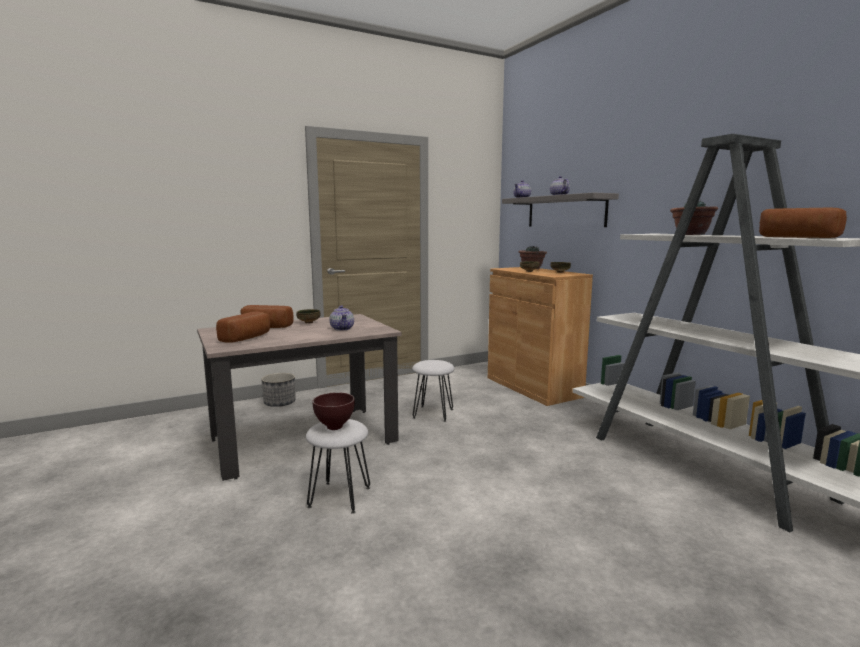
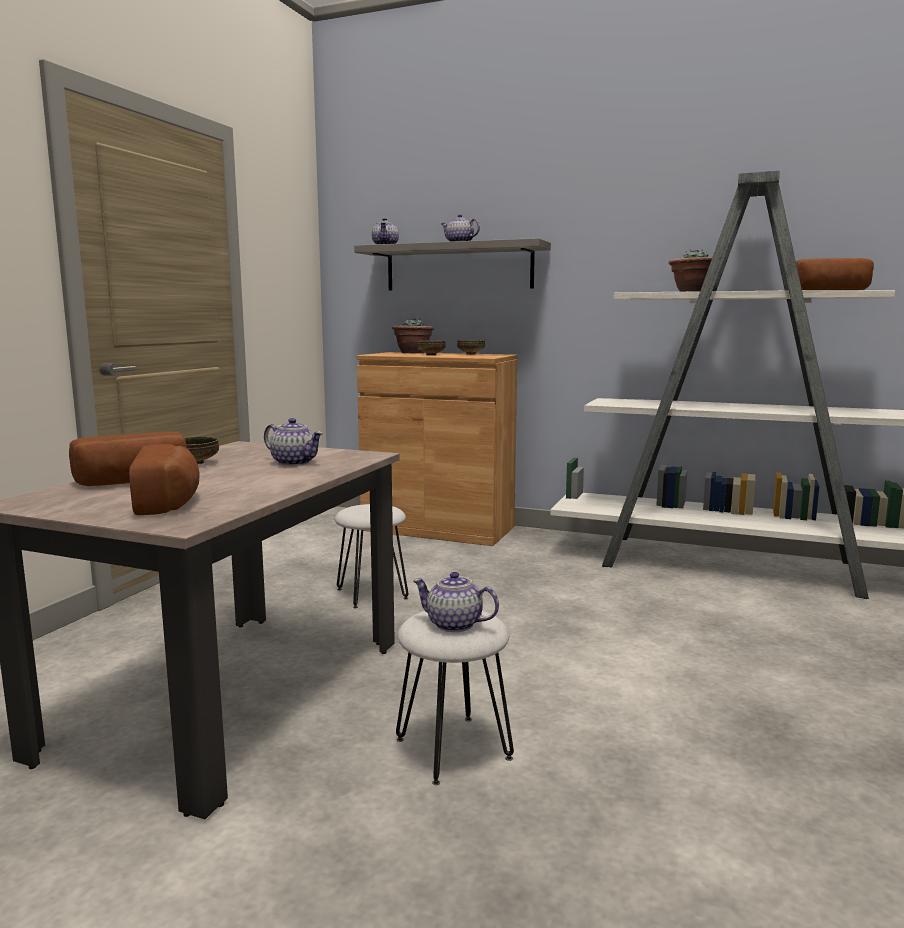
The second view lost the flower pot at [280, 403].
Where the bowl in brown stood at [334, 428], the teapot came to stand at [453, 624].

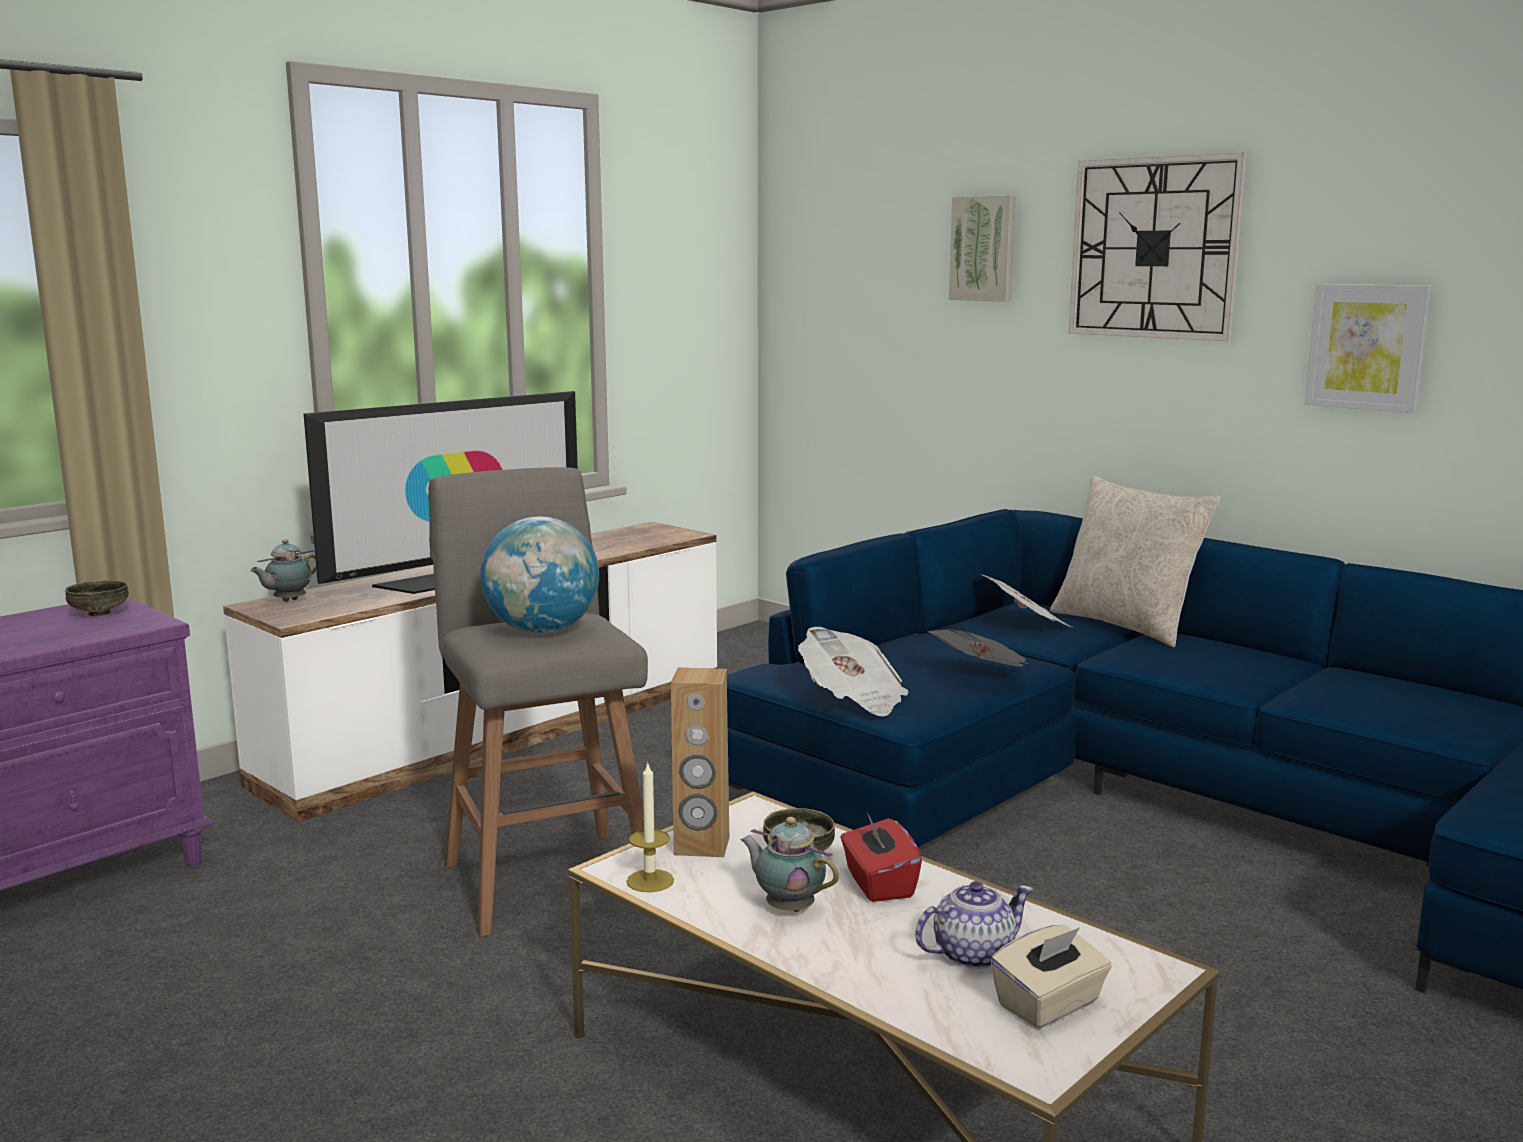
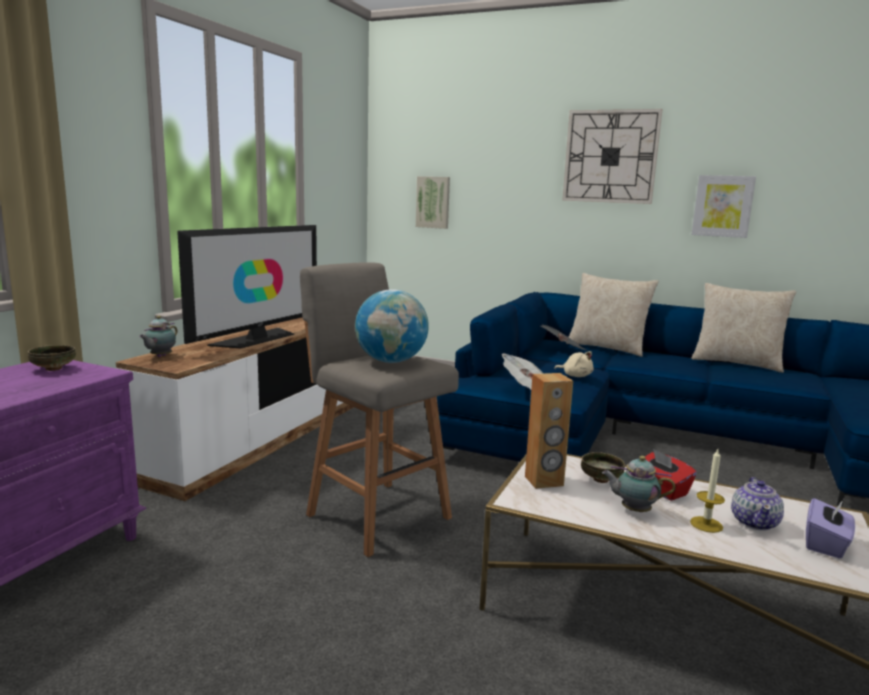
The candle ended up elsewhere, having gone from [650, 881] to [706, 524].
The teapot at [971, 954] ended up facing another way, 150 degrees clockwise from before.
Where the printed paper stood at [981, 675], the soft toy in beige came to stand at [575, 376].
The picture ended up elsewhere, having gone from [984, 248] to [433, 202].
What was the tissue holder in beige at [1049, 1005] turned into the tissue holder in purplish at [826, 544].
The second view gained the pillow in beige at [736, 363].

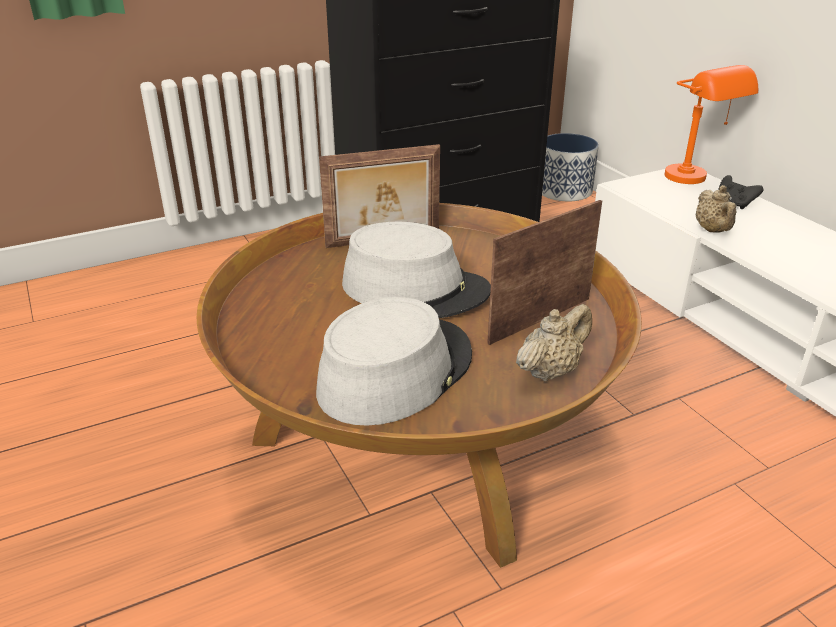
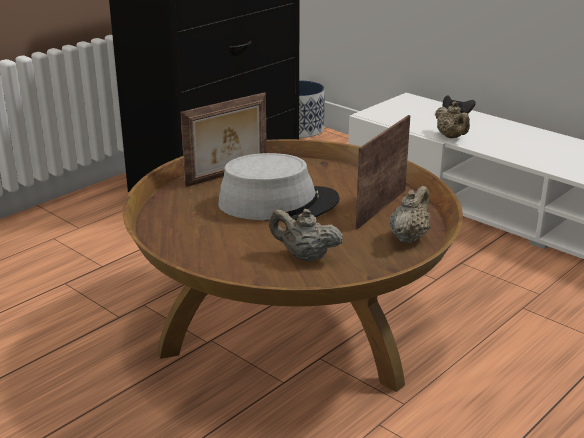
Where the clothing hat in grey stood at [395, 372], the teapot in beige came to stand at [305, 256].
The second view lost the lamp for a table in orangey at [696, 181].

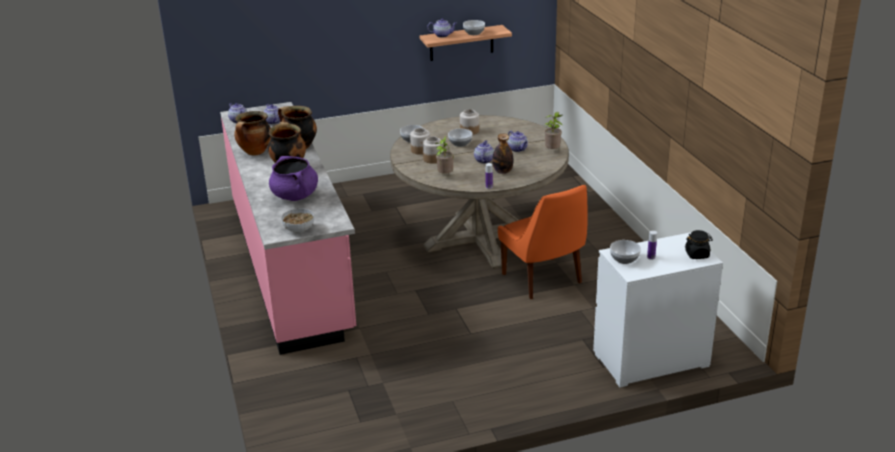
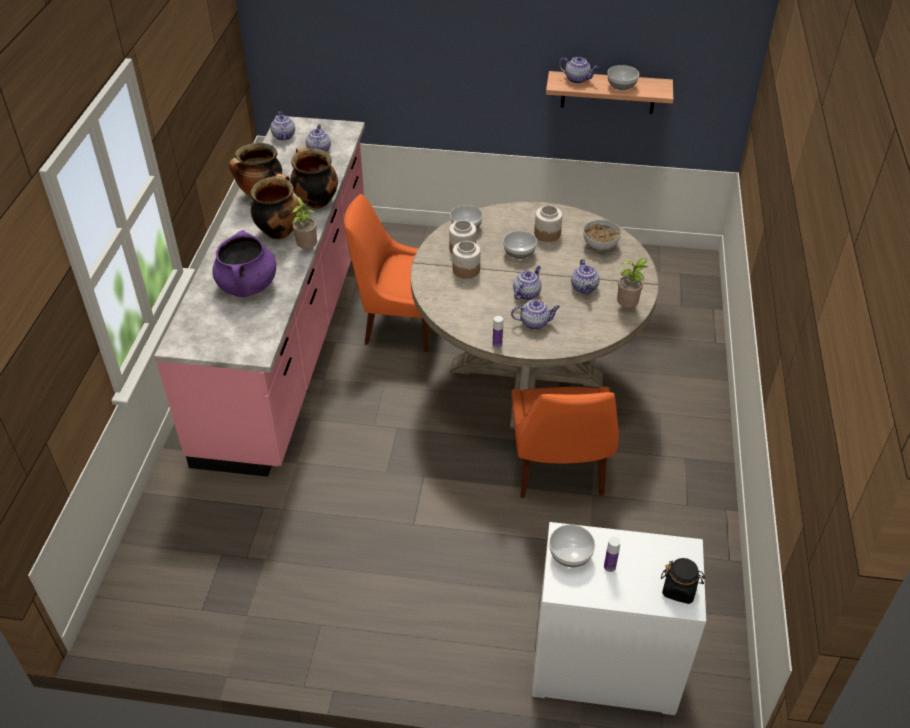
The bowl ended up elsewhere, having gone from [299, 229] to [601, 245].
The potted plant ended up elsewhere, having gone from [444, 175] to [307, 248].
Where the bottle stood at [502, 171], the teapot came to stand at [535, 323].
The second view gained the chair in orangey at [399, 323].

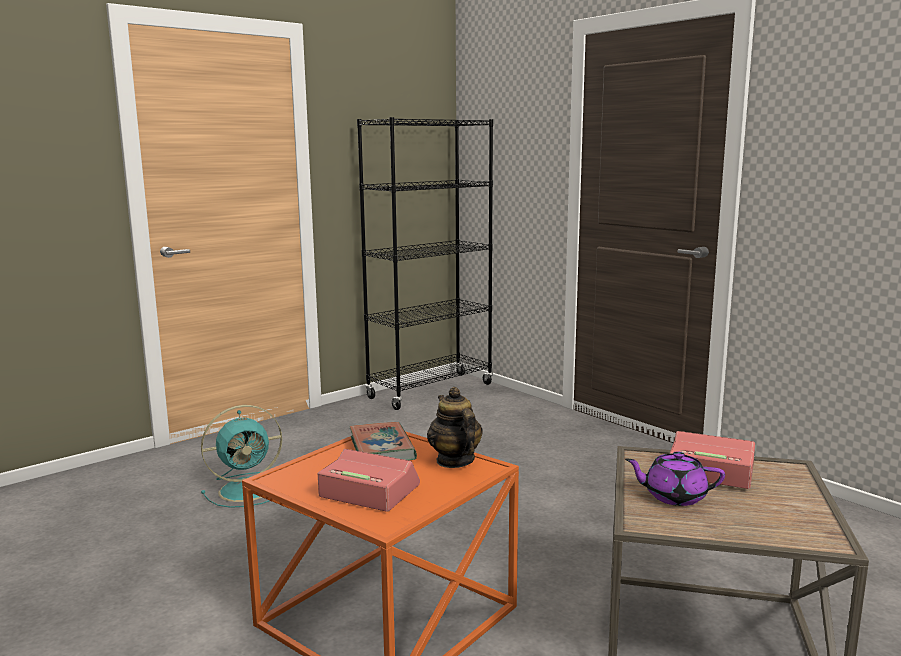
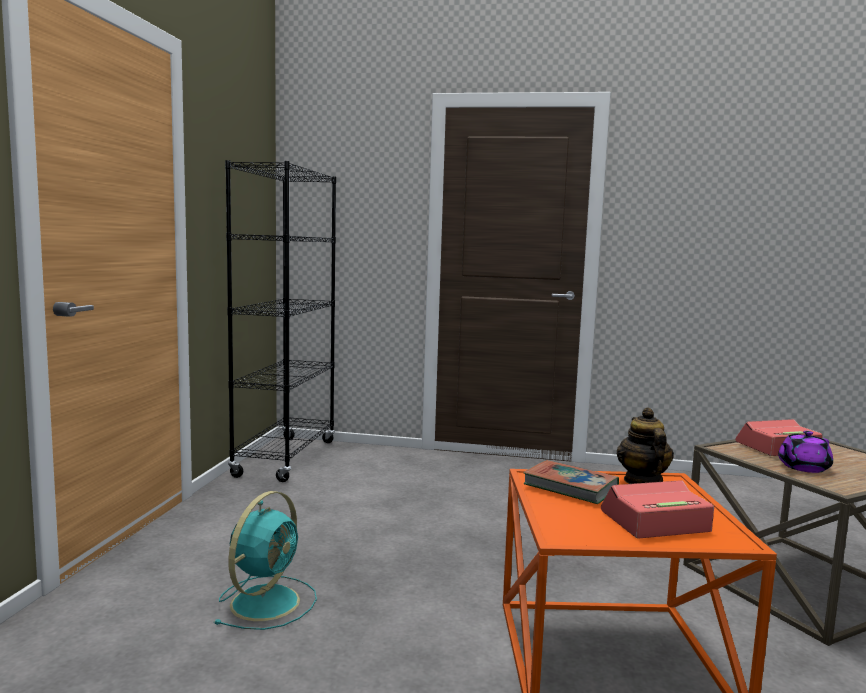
The teapot at [454, 461] ended up facing another way, 60 degrees clockwise from before.

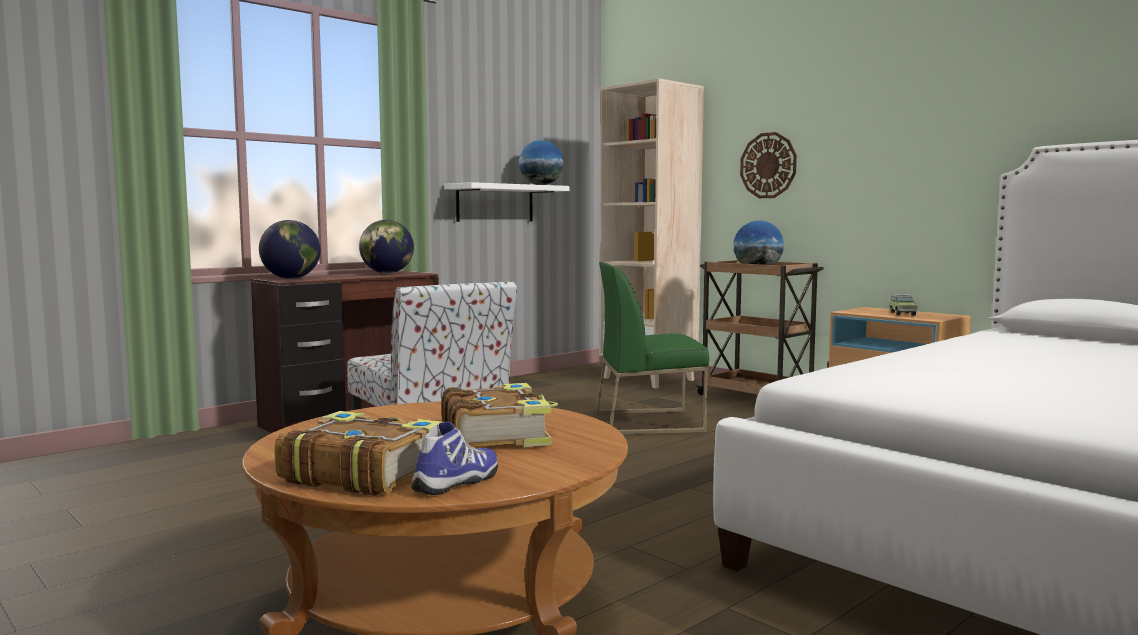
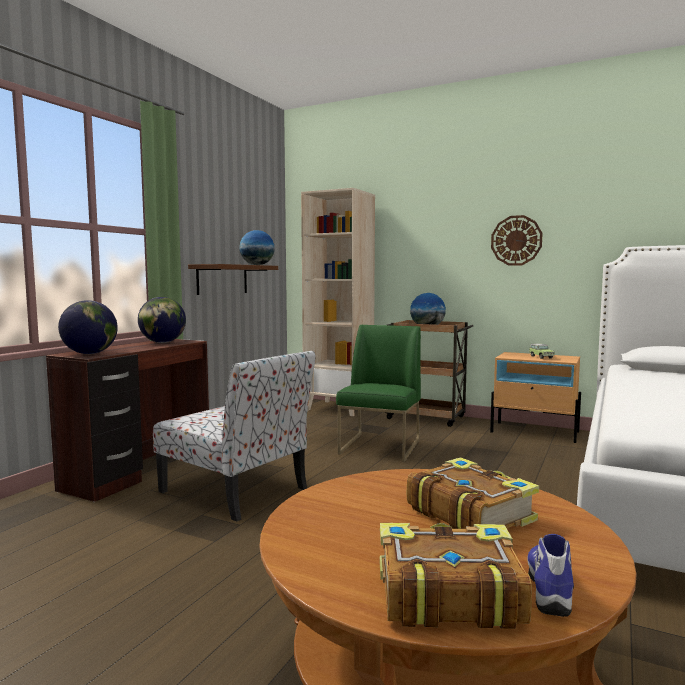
What was the wall shelf in whitish at [495, 203] turned into the wall shelf in brown at [222, 279].
The chair in greenish at [649, 422] ended up facing another way, 135 degrees clockwise from before.
The hanging clock ended up elsewhere, having gone from [768, 165] to [516, 240].

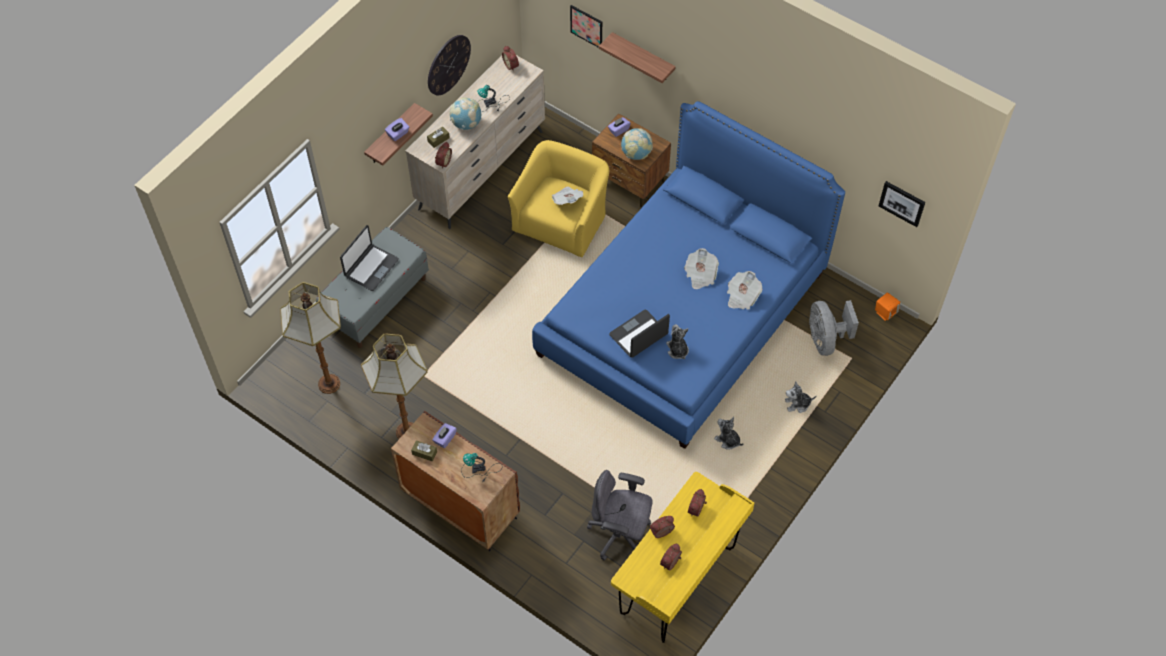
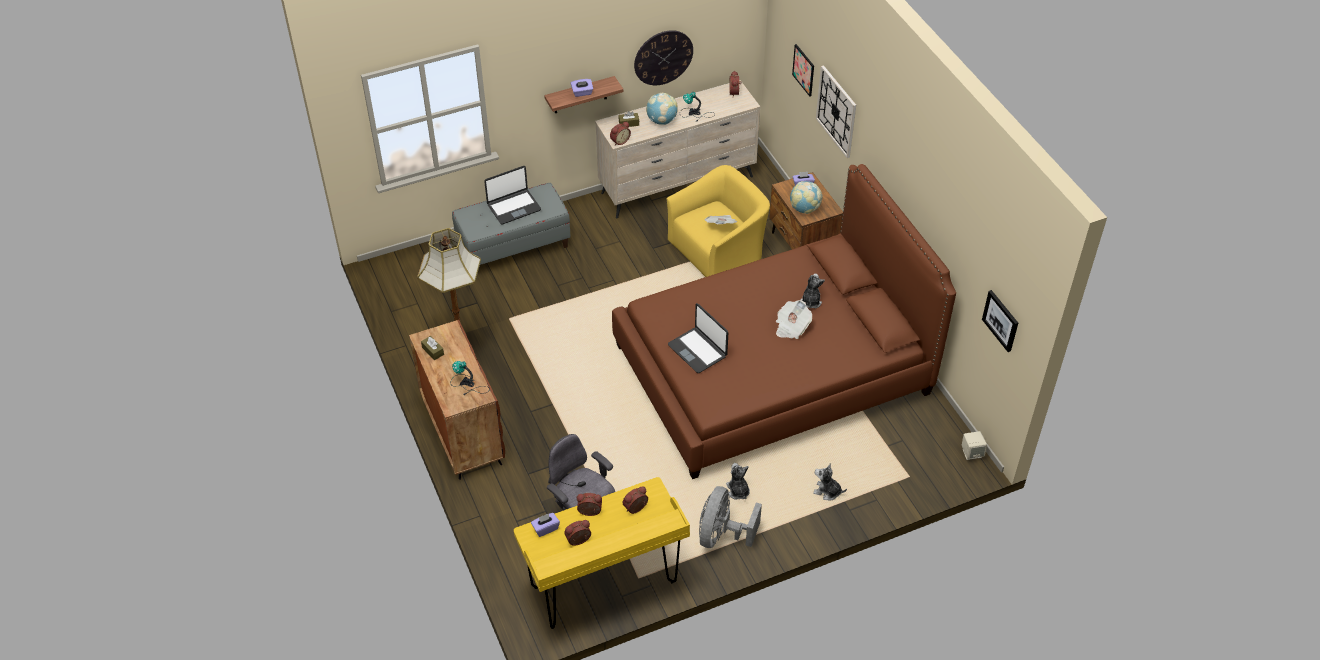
The second view lost the floor lamp at [328, 384].
The tissue holder in purplish ended up elsewhere, having gone from [445, 439] to [545, 528].
What was the bedroom bed in blue-coloured at [681, 313] turned into the bedroom bed in brown at [772, 368].
Where the wall shelf hung at [643, 57], the hanging clock came to hang at [836, 111].
The portable computer at [639, 335] ended up facing another way, 120 degrees counterclockwise from before.
The soft toy ended up elsewhere, having gone from [677, 350] to [810, 301].
The second view lost the printed paper at [742, 296].
The cooling fan in grey ended up elsewhere, having gone from [825, 339] to [722, 535].
What was the speaker in orangey at [885, 312] turned into the speaker in beige at [971, 453].

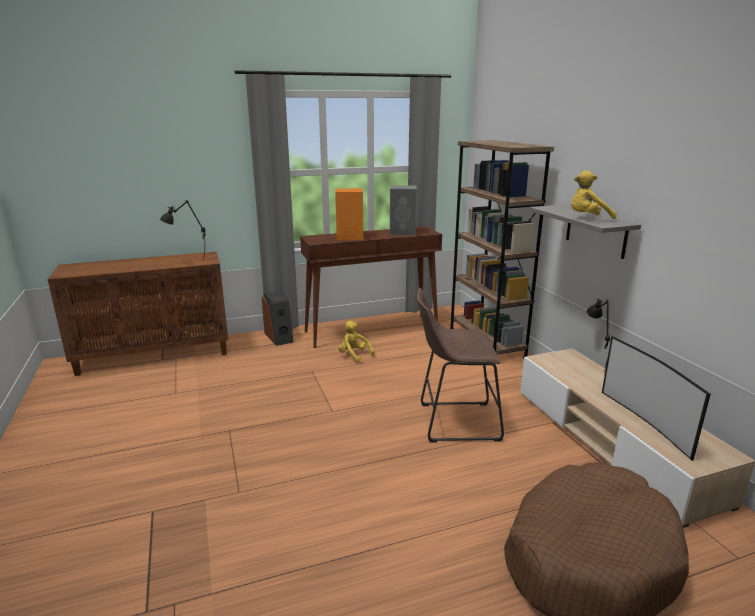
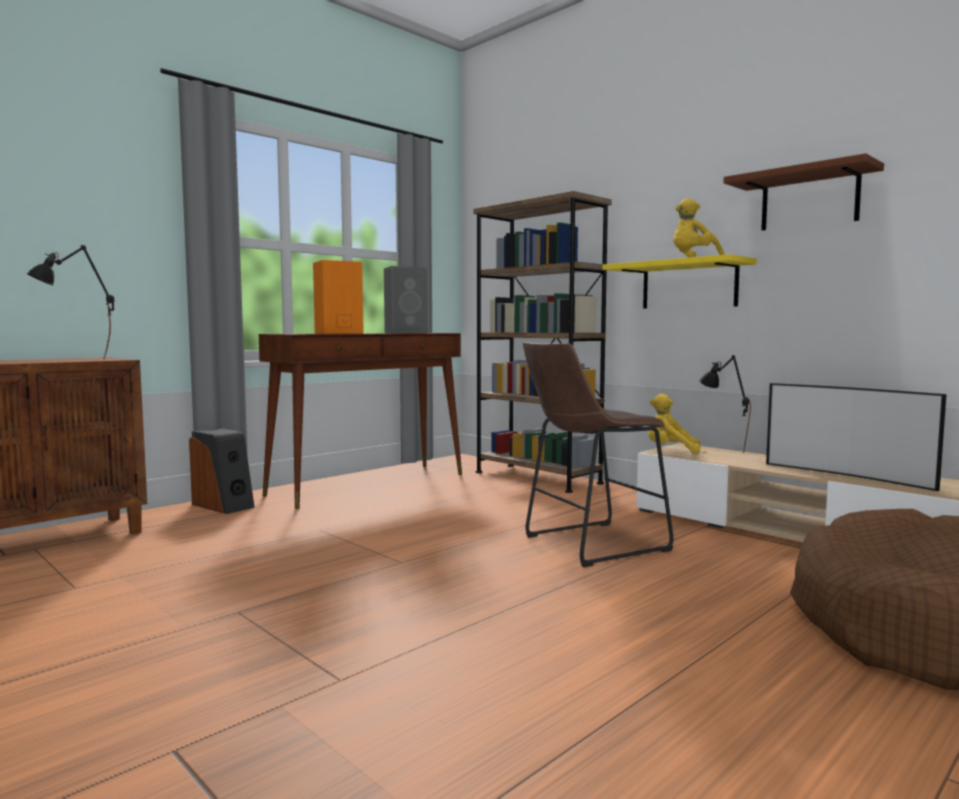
The soft toy in yellow-coloured ended up elsewhere, having gone from [354, 355] to [670, 451].
What was the wall shelf in grey at [596, 231] turned into the wall shelf in yellow-coloured at [689, 285].
The second view gained the wall shelf in brown at [809, 200].

